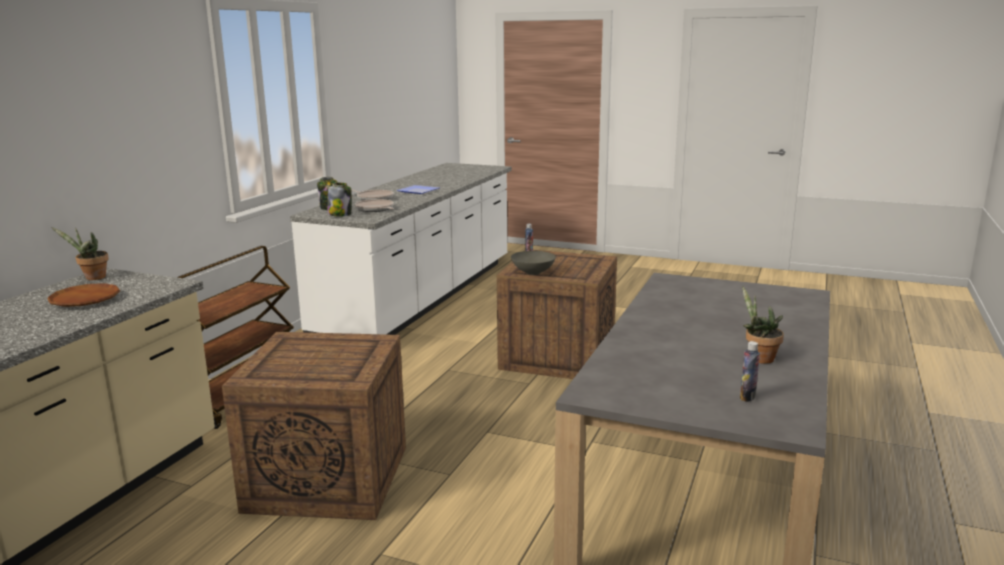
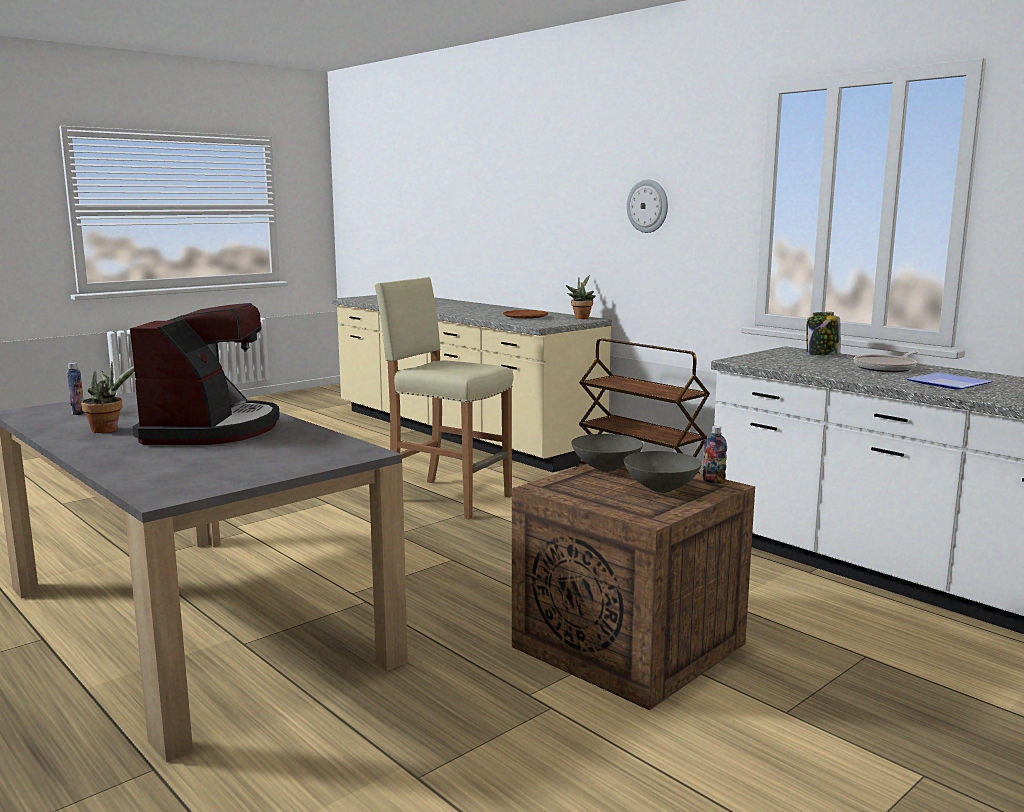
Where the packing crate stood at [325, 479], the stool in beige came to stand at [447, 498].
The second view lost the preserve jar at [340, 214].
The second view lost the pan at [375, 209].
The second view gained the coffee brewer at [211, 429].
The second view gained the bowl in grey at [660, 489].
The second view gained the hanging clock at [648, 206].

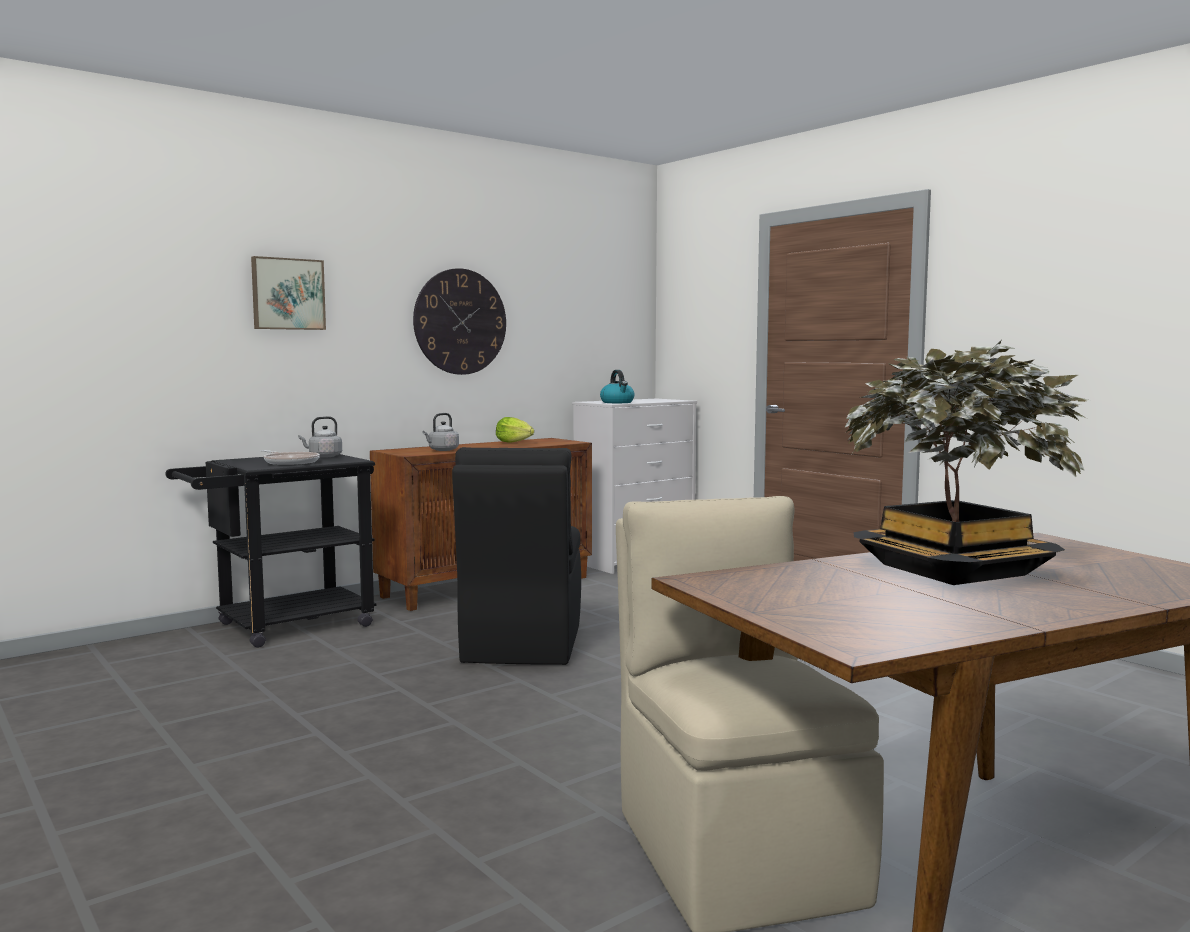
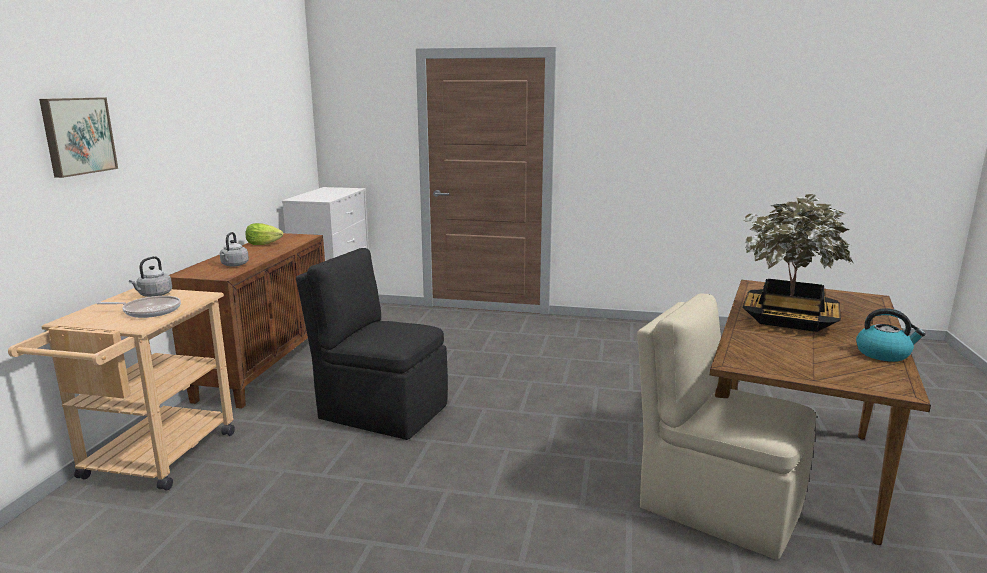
What was the trolley in black-coloured at [282, 627] turned into the trolley in beige at [151, 462].
The second view lost the hanging clock at [460, 322].
The chair in black-coloured at [521, 644] ended up facing another way, 150 degrees clockwise from before.
The tea kettle ended up elsewhere, having gone from [617, 402] to [883, 354].

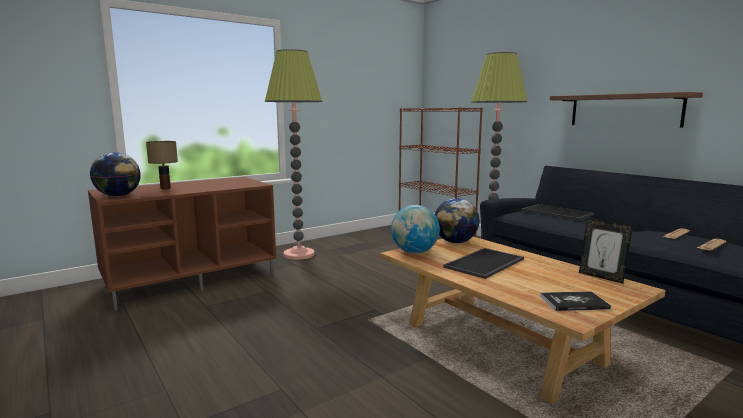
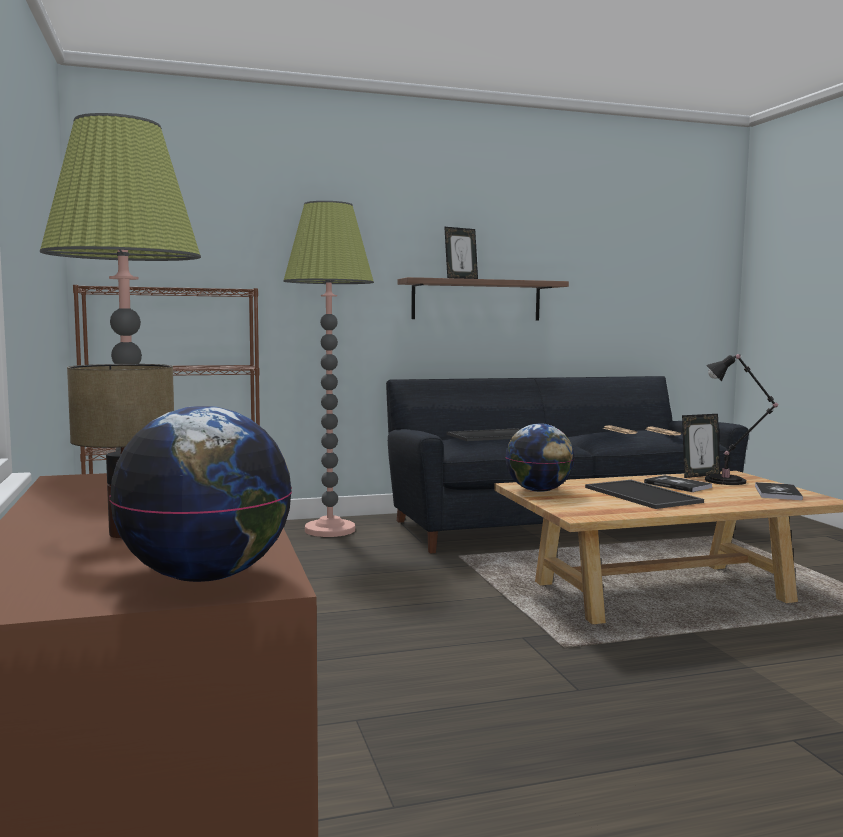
The second view lost the world globe at [414, 252].
The second view gained the standing frame at [461, 278].
The second view gained the book at [677, 485].
The second view gained the lamp for a table in black-coloured at [729, 481].

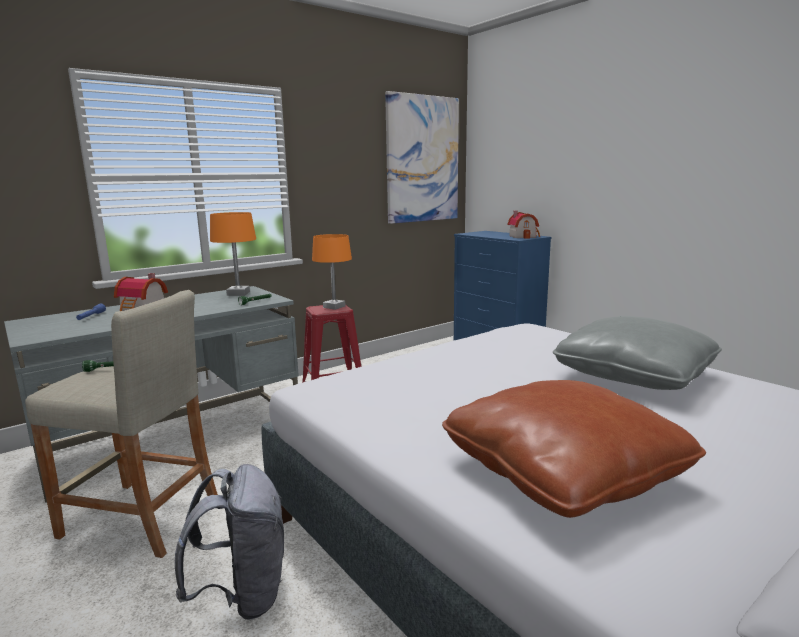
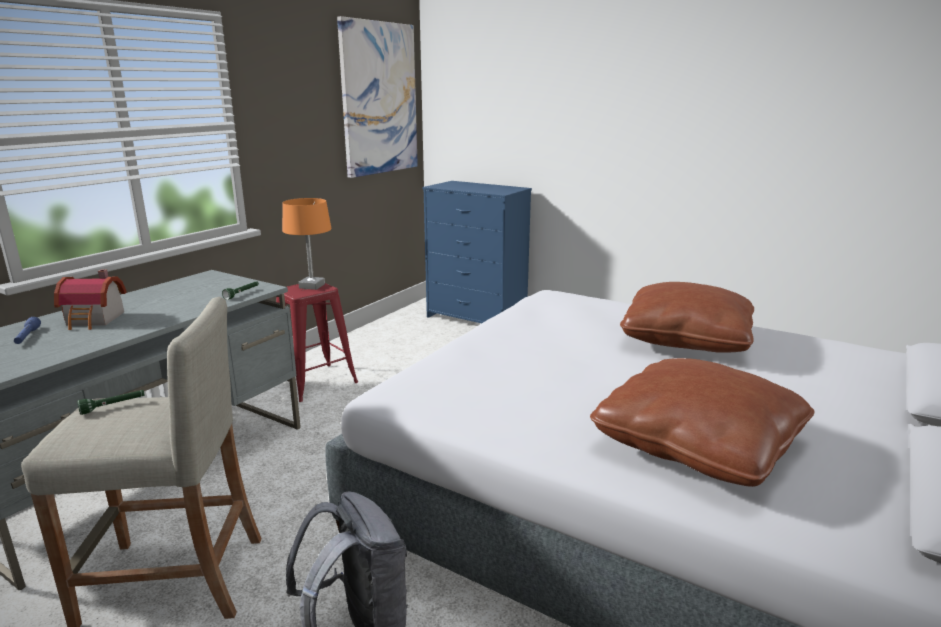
The second view lost the lamp for a table in orangey at [238, 293].
The second view lost the toy house at [524, 236].
What was the pillow in grey at [633, 375] turned into the pillow in brown at [685, 339].

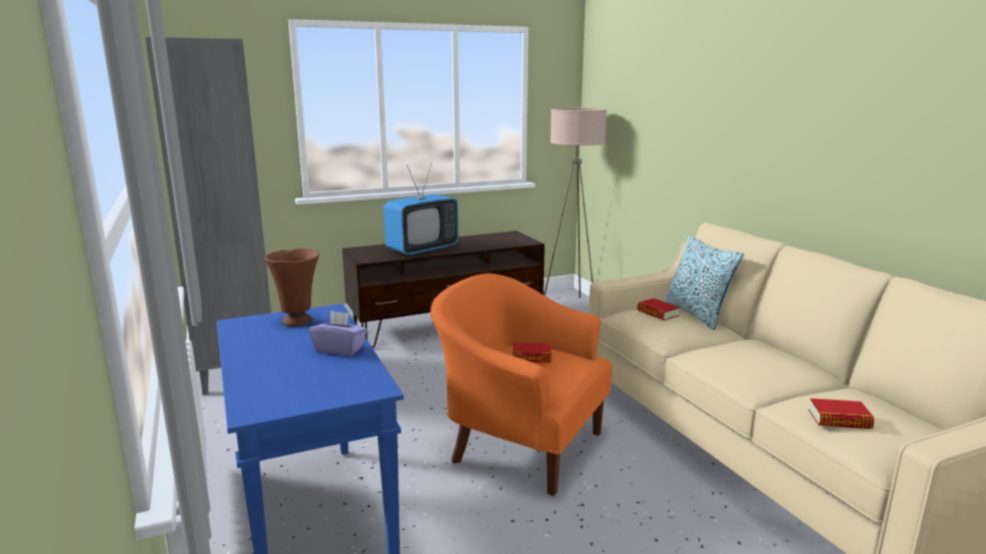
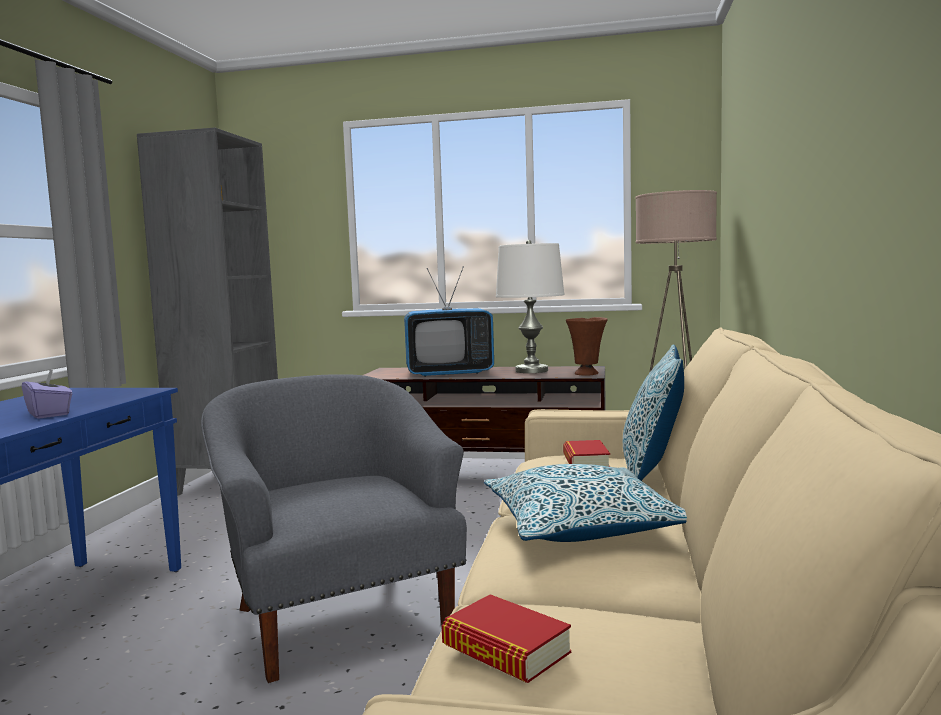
The vase in brown ended up elsewhere, having gone from [298, 321] to [587, 374].
What was the armchair in orangey at [521, 445] turned into the armchair in grey at [340, 615].
The second view lost the book at [531, 357].
The second view gained the pillow at [582, 526].
The second view gained the lamp for a table in whitish at [531, 370].

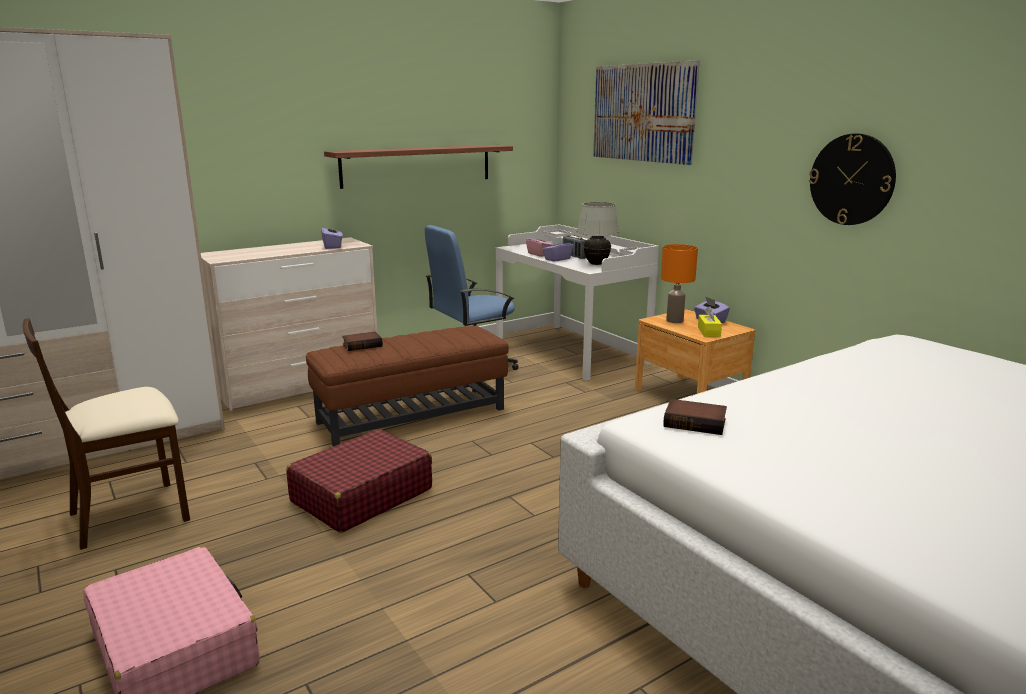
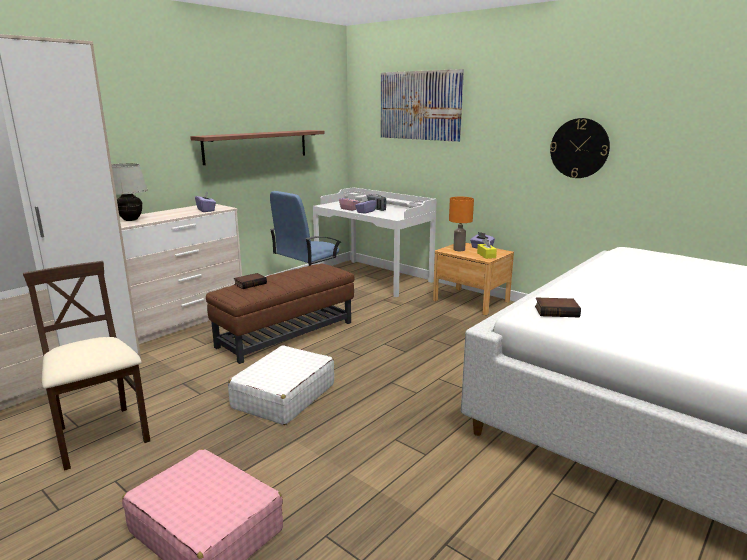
The chair in beige at [131, 514] ended up facing another way, 105 degrees clockwise from before.
What was the piece of luggage in reddish at [361, 495] turned into the piece of luggage in whitish at [283, 396].
The lamp for a table in whitish ended up elsewhere, having gone from [596, 264] to [131, 220].

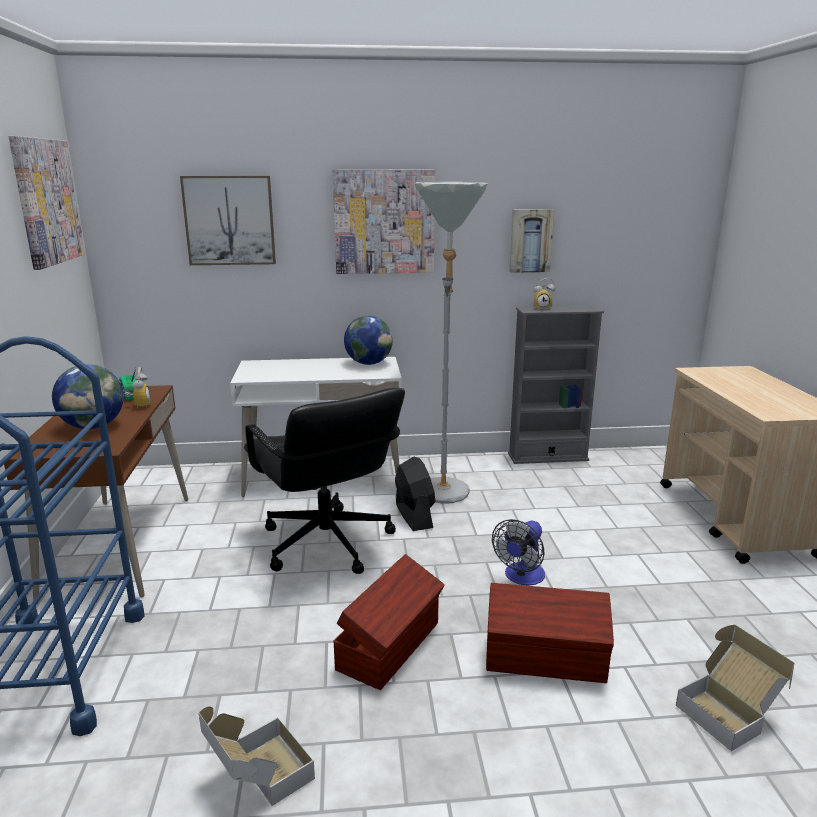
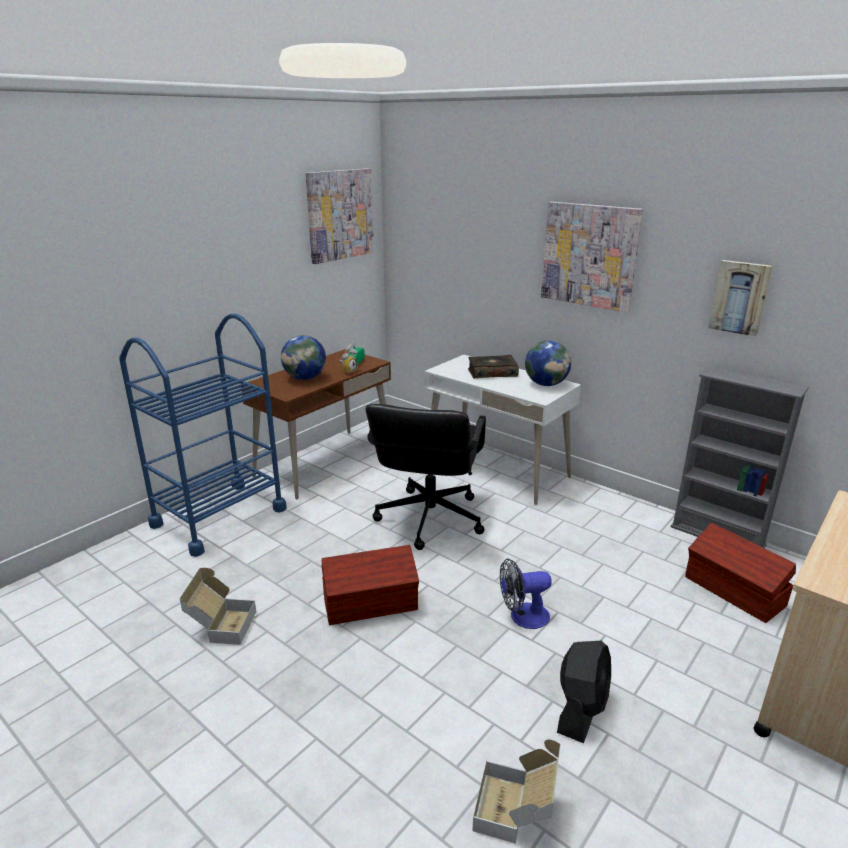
The second view lost the picture at [229, 220].
The cooling fan in black-coloured ended up elsewhere, having gone from [414, 515] to [581, 708].
The second view lost the floor lamp in grey at [444, 486].
The storage box in brown ended up elsewhere, having gone from [546, 660] to [734, 592].
The second view lost the alarm clock at [542, 309].
The second view gained the book at [492, 373].

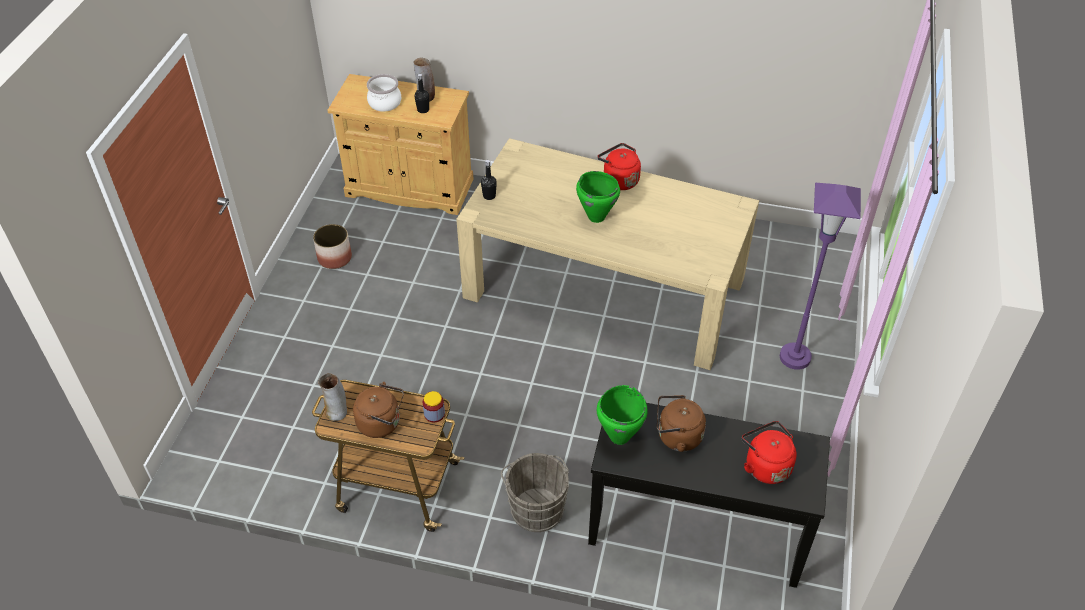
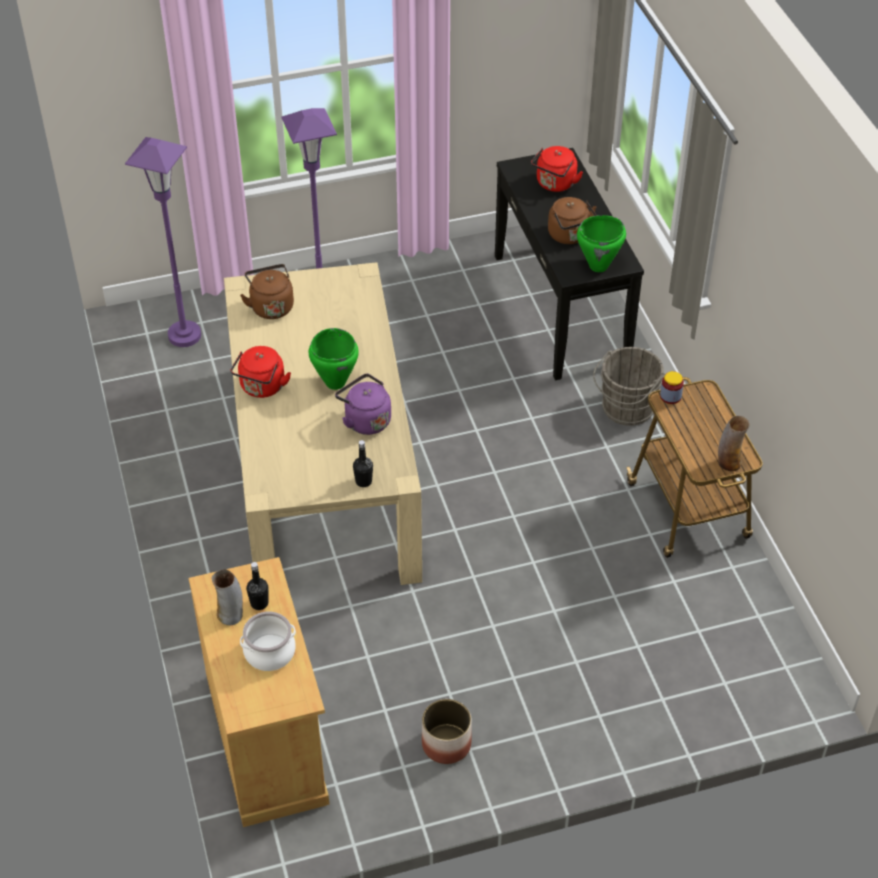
The tea kettle in brown ended up elsewhere, having gone from [382, 423] to [271, 306].
The second view gained the floor lamp in purplish at [184, 335].
The second view gained the tea kettle in purplish at [365, 420].

